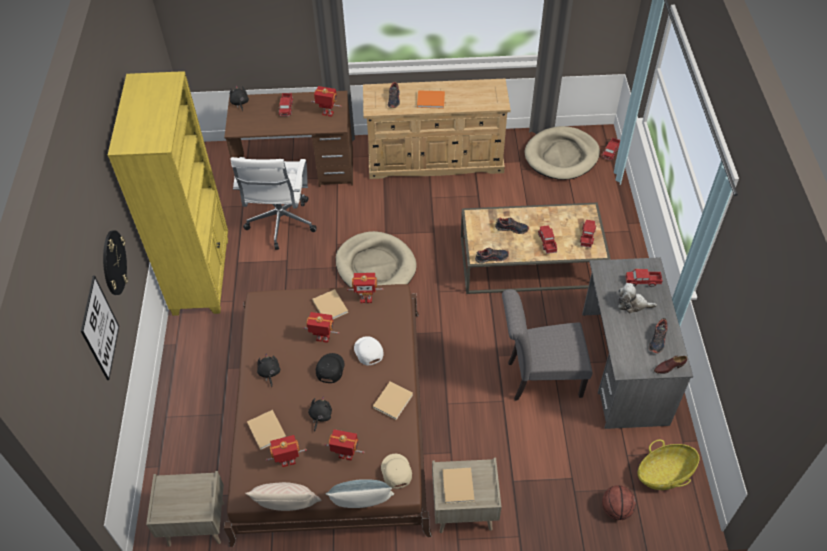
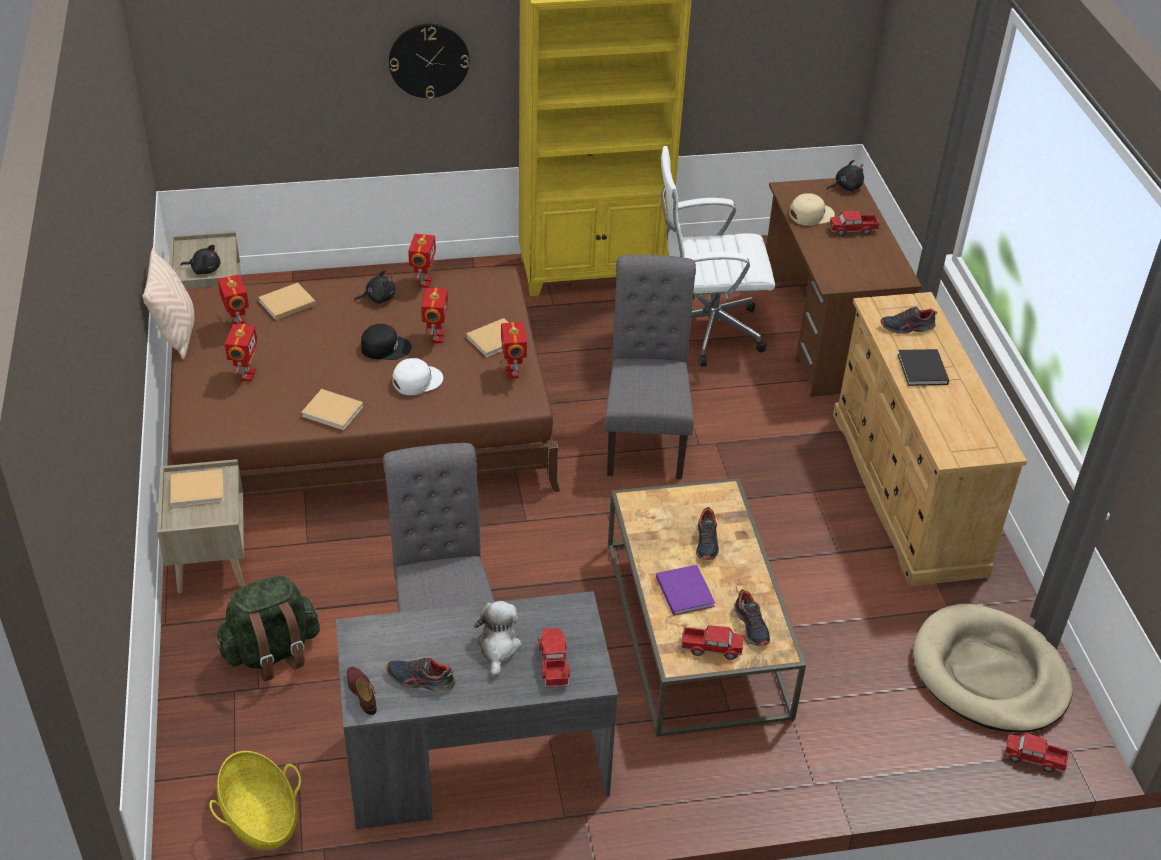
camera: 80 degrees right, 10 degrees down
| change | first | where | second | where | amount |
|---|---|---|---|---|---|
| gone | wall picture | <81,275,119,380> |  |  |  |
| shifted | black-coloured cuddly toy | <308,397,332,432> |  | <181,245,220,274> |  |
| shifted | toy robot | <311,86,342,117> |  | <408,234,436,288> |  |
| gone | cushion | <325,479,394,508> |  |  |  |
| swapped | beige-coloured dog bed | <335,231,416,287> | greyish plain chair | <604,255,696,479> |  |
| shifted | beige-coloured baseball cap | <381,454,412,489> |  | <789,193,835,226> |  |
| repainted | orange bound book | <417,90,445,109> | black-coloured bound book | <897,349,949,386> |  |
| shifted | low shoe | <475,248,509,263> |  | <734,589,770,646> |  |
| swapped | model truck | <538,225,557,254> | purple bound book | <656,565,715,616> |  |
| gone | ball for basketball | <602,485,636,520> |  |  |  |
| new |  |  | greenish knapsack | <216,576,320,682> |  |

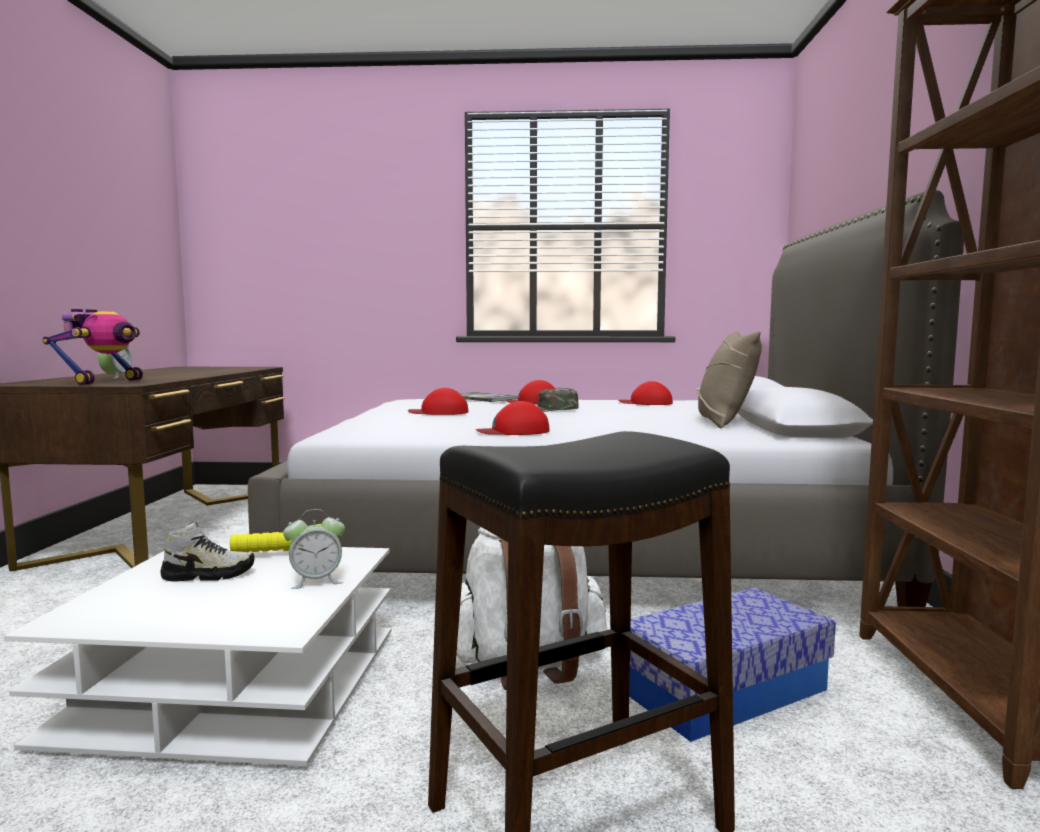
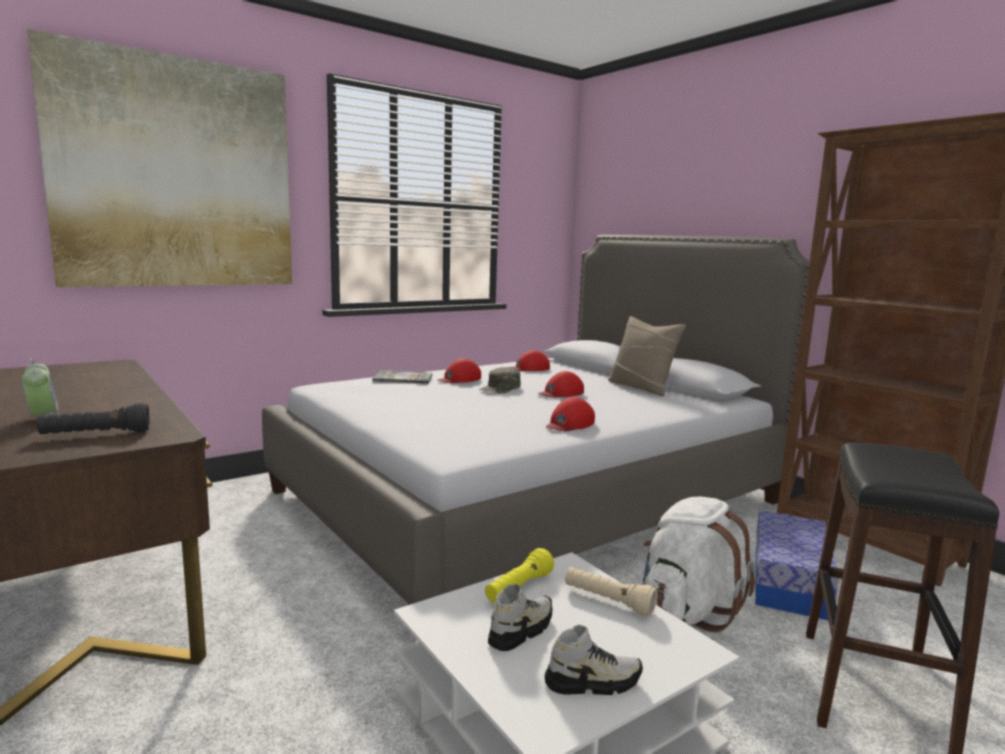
camera: 40 degrees left, 5 degrees up
| change | first | where | second | where | amount |
|---|---|---|---|---|---|
| swapped | toy robot | <43,309,143,385> | black-coloured flashlight | <37,403,150,434> |  |
| swapped | bedside clock | <283,509,345,589> | beige-coloured flashlight | <565,567,658,617> |  |
| shifted | red-coloured baseball cap | <407,388,469,415> |  | <538,371,584,398> |  |
| new |  |  | wall picture | <27,29,292,287> |  |
| new |  |  | low shoe | <544,625,643,695> |  |

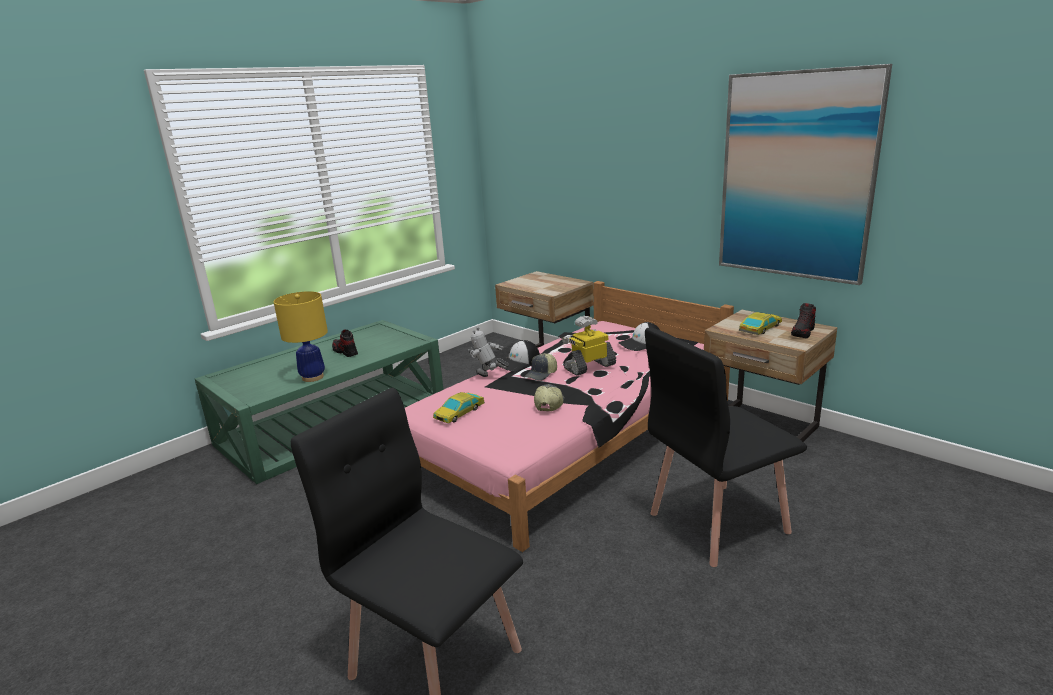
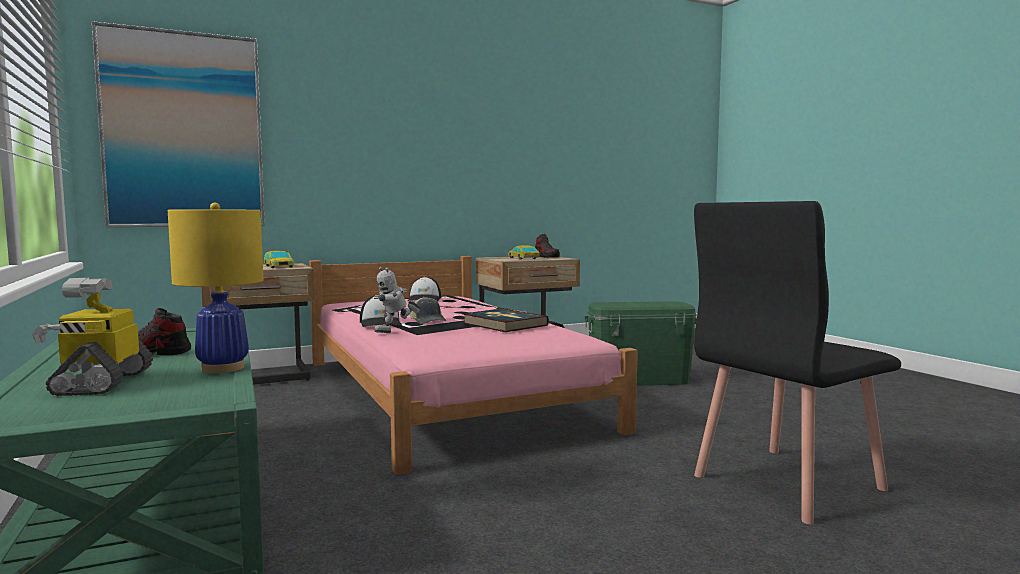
camera: 70 degrees left, 15 degrees down
| change | first | where | second | where | amount |
|---|---|---|---|---|---|
| shifted | model car | <433,392,485,423> |  | <264,251,294,268> |  |
| swapped | baseball cap | <534,384,564,411> | bound book | <462,308,549,332> |  |
| shifted | toy robot | <562,316,616,375> |  | <32,278,153,396> |  |
| swapped | black-coloured plain chair | <645,327,807,567> | greenish storage box | <585,301,697,386> |  |
| shifted | wall picture | <719,64,892,285> |  | <92,21,265,227> |  |

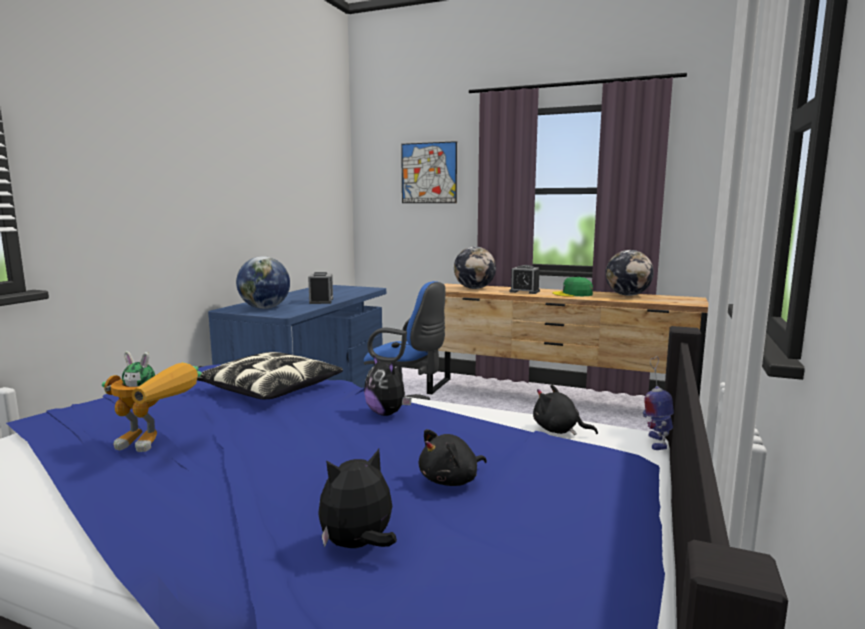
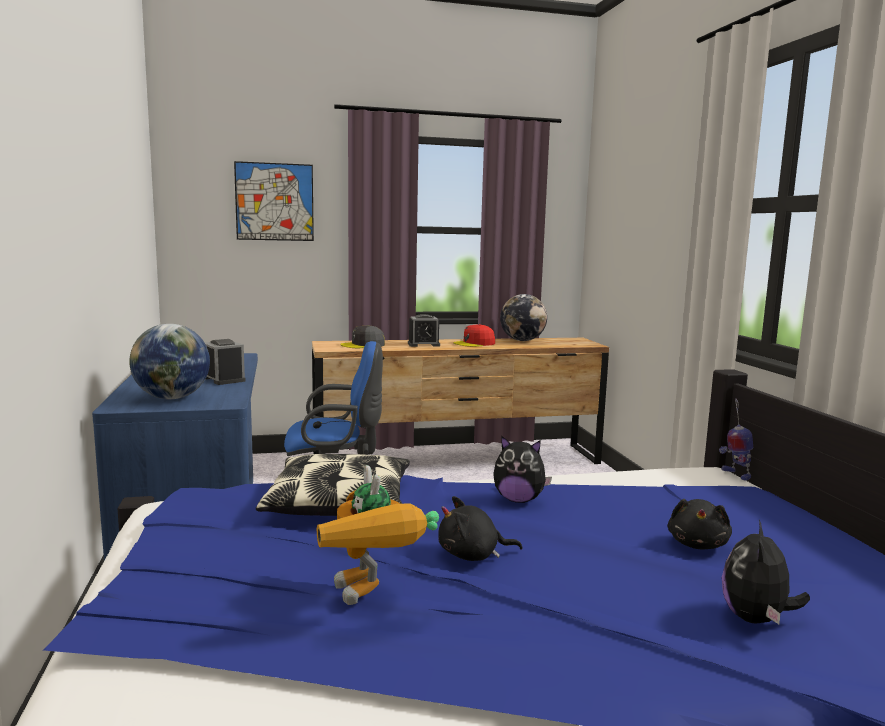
camera: 35 degrees left, 0 degrees up
| change | first | where | second | where | amount |
|---|---|---|---|---|---|
| rotated | toy robot | <102,351,202,452> |  | <317,465,439,605> | 90 degrees clockwise |
| swapped | globe | <454,247,496,289> | greyish baseball cap | <340,325,385,348> |  |
| shifted | black-coloured cuddly toy | <533,385,598,435> |  | <438,496,522,561> |  |
| repainted | greenish baseball cap | <552,277,593,297> | red-coloured baseball cap | <453,324,495,347> |  |

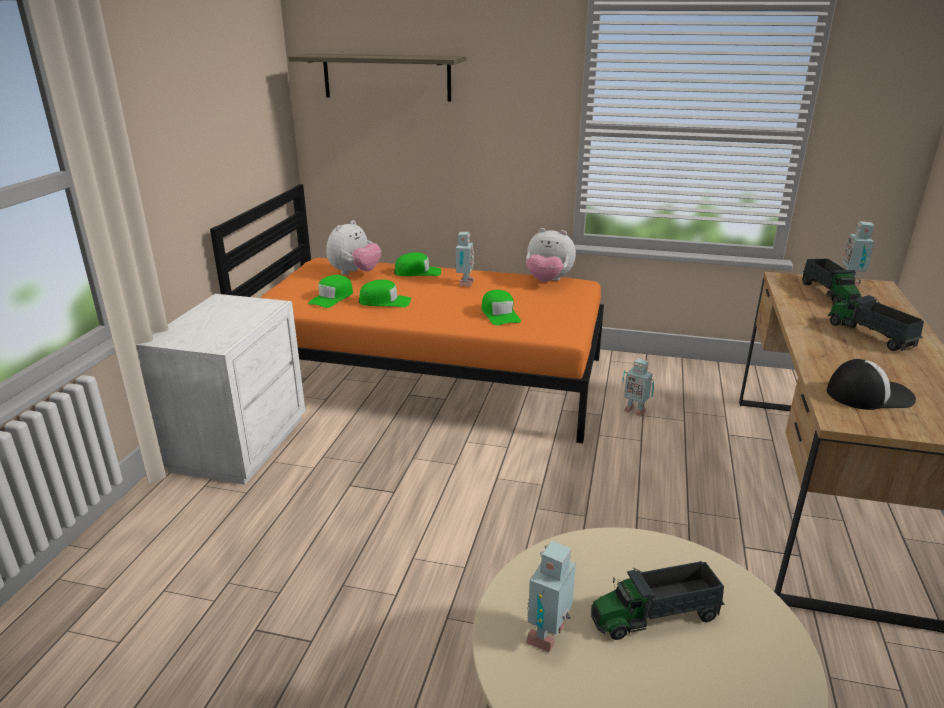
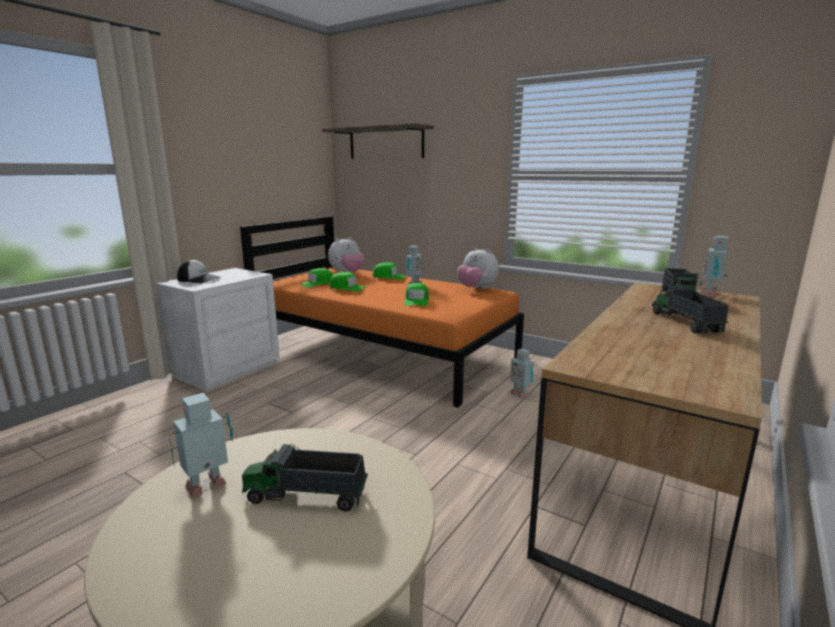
camera: 20 degrees right, 10 degrees down
| change | first | where | second | where | amount |
|---|---|---|---|---|---|
| shifted | baseball cap | <827,359,916,410> |  | <177,259,220,283> |  |

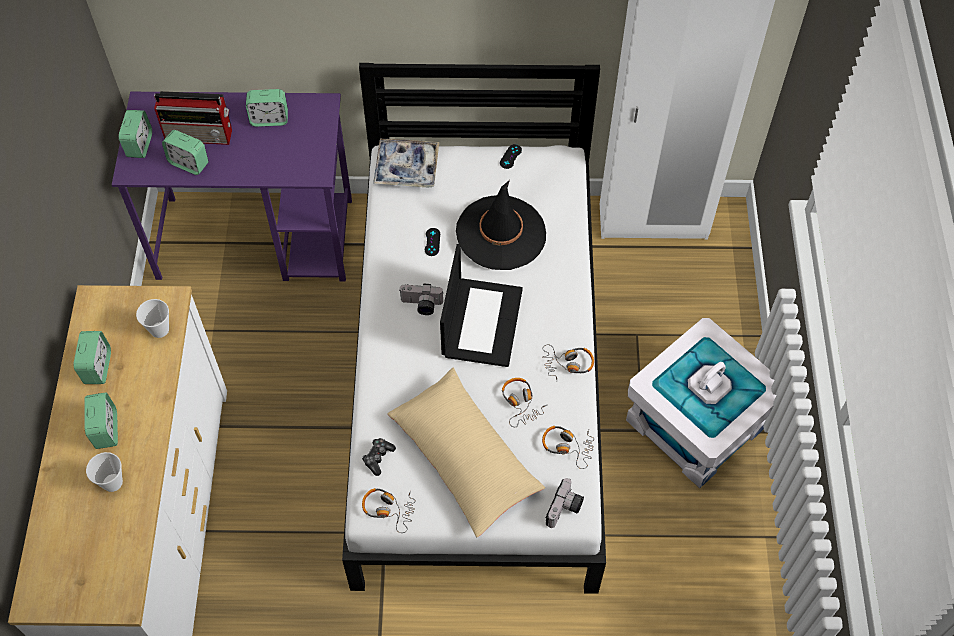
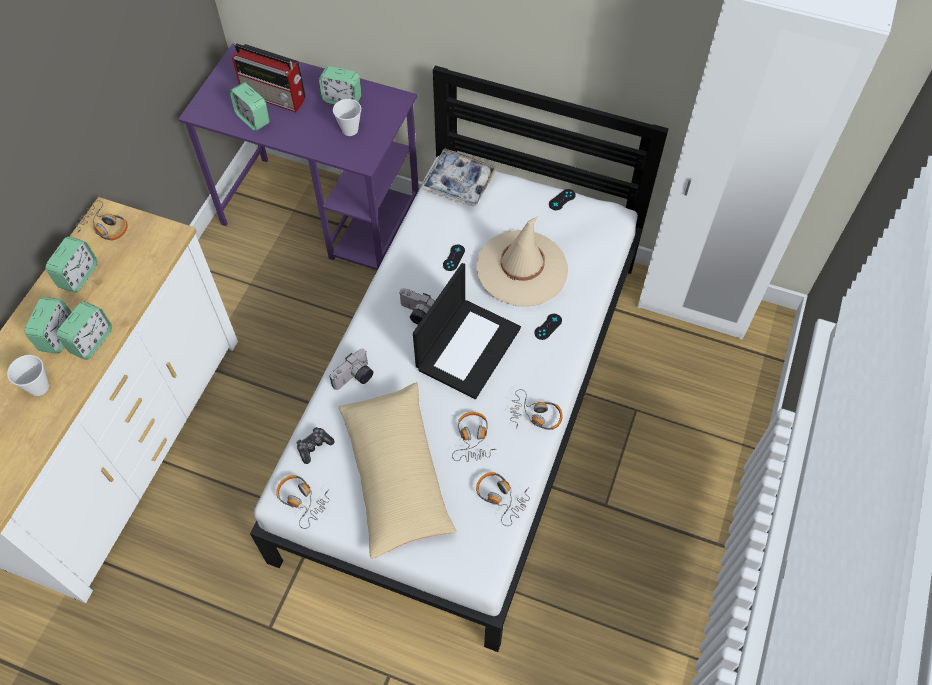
camera: 20 degrees right, 0 degrees up
| change | first | where | second | where | amount |
|---|---|---|---|---|---|
| shifted | bedside clock | <119,110,152,158> |  | <57,302,112,360> |  |
| shifted | cup | <136,299,169,338> |  | <333,99,361,136> |  |
| repainted | black-coloured wearable hat | <456,180,546,270> | beige-coloured wearable hat | <476,217,568,306> |  |
| shifted | still camera | <546,478,584,528> |  | <329,349,373,390> |  |
| gone | whitish storage box | <626,318,776,488> |  |  |  |
| new |  |  | pair of headphones | <76,201,128,241> |  |
| new |  |  | black-coloured joypad | <534,314,562,340> |  |

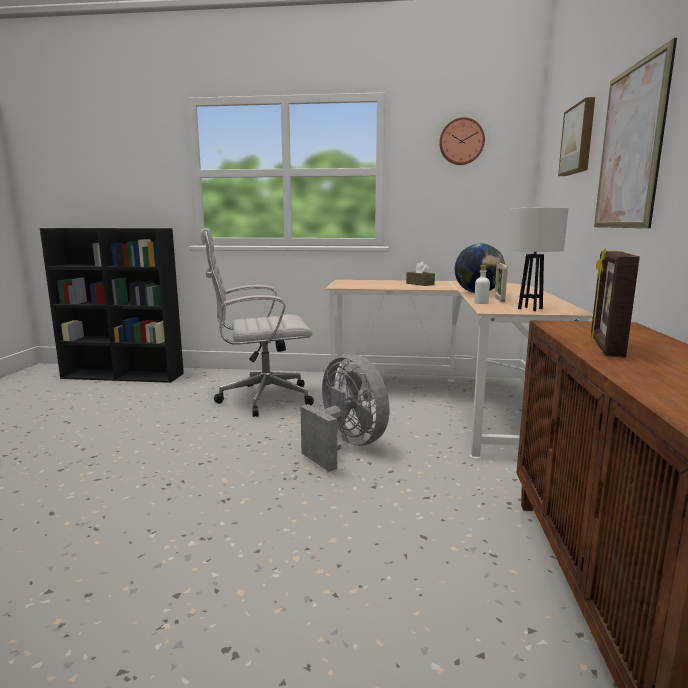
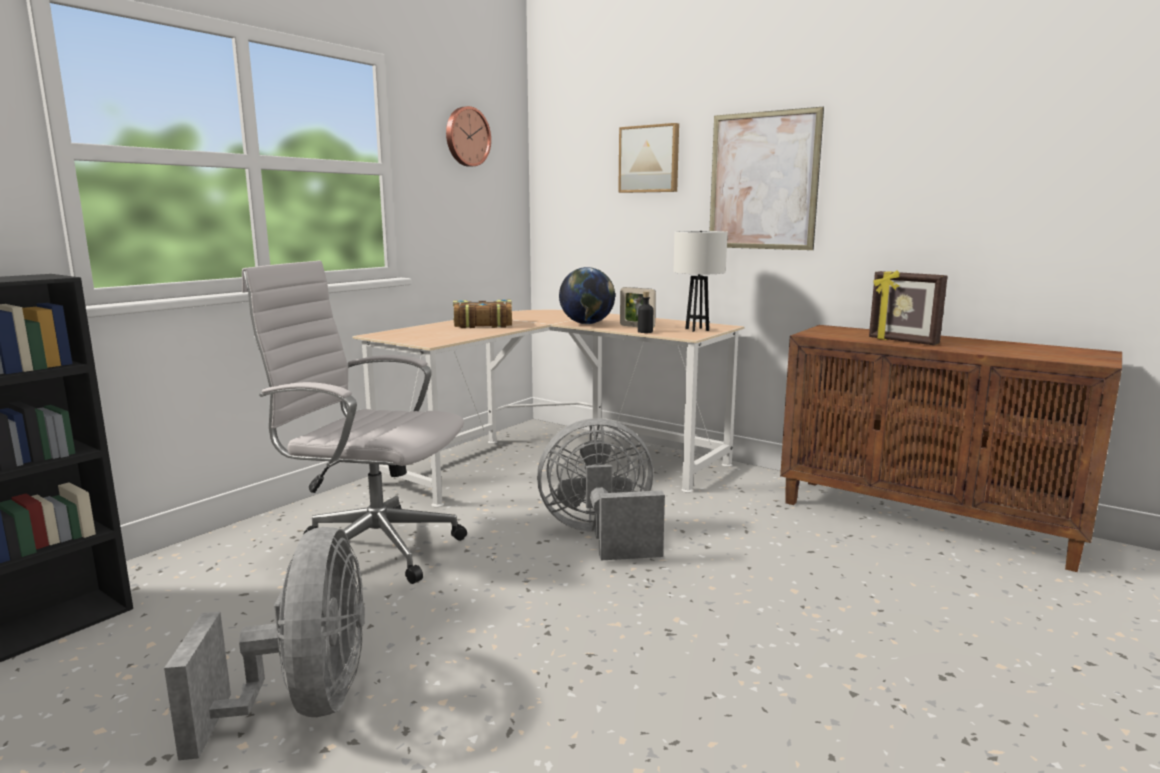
camera: 60 degrees left, 0 degrees up
| change | first | where | second | where | amount |
|---|---|---|---|---|---|
| rotated | whitish desk chair | <201,228,314,417> |  | <242,261,467,584> | 90 degrees clockwise |
| swapped | brownish tissue box | <406,262,435,286> | bound book | <453,300,512,328> |  |
| repainted | whitish drink bottle | <474,265,490,304> | black-coloured drink bottle | <638,291,653,333> |  |
| new |  |  | greyish cooling fan | <164,527,365,760> |  |

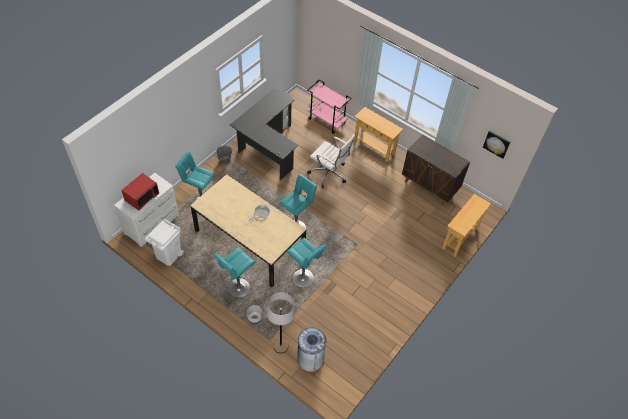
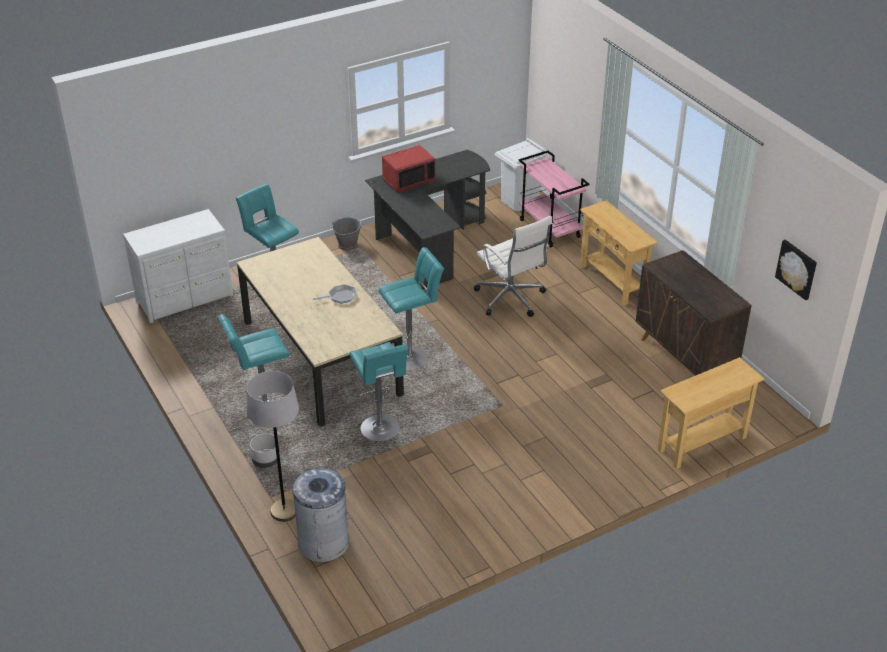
camera: 25 degrees right, 15 degrees down
| change | first | where | second | where | amount |
|---|---|---|---|---|---|
| shifted | red-coloured kitchen microwave | <121,173,159,211> |  | <382,145,436,193> |  |
| shifted | whitish waste bin | <145,219,184,266> |  | <495,138,547,211> |  |

